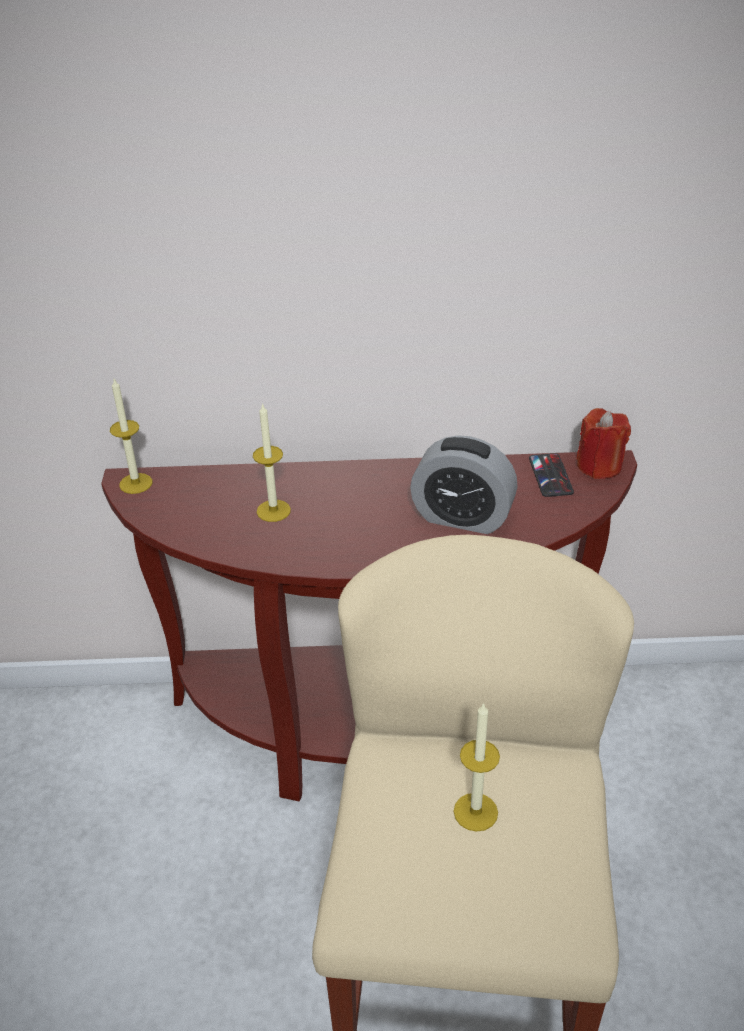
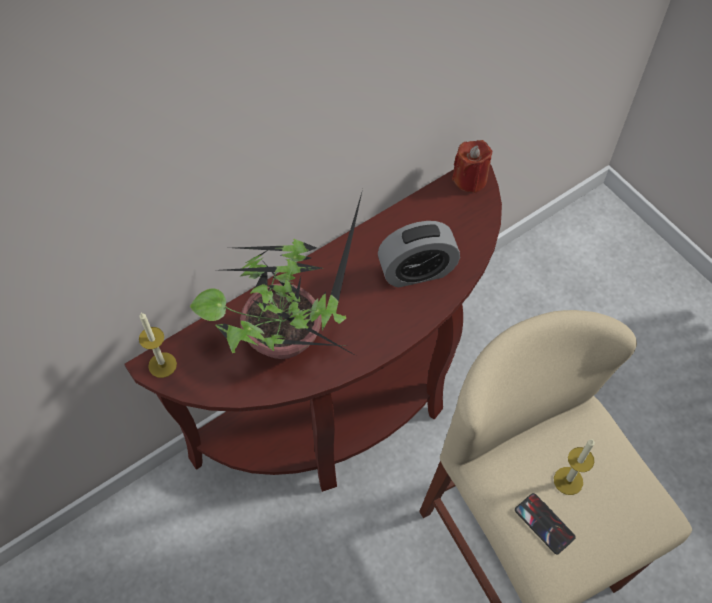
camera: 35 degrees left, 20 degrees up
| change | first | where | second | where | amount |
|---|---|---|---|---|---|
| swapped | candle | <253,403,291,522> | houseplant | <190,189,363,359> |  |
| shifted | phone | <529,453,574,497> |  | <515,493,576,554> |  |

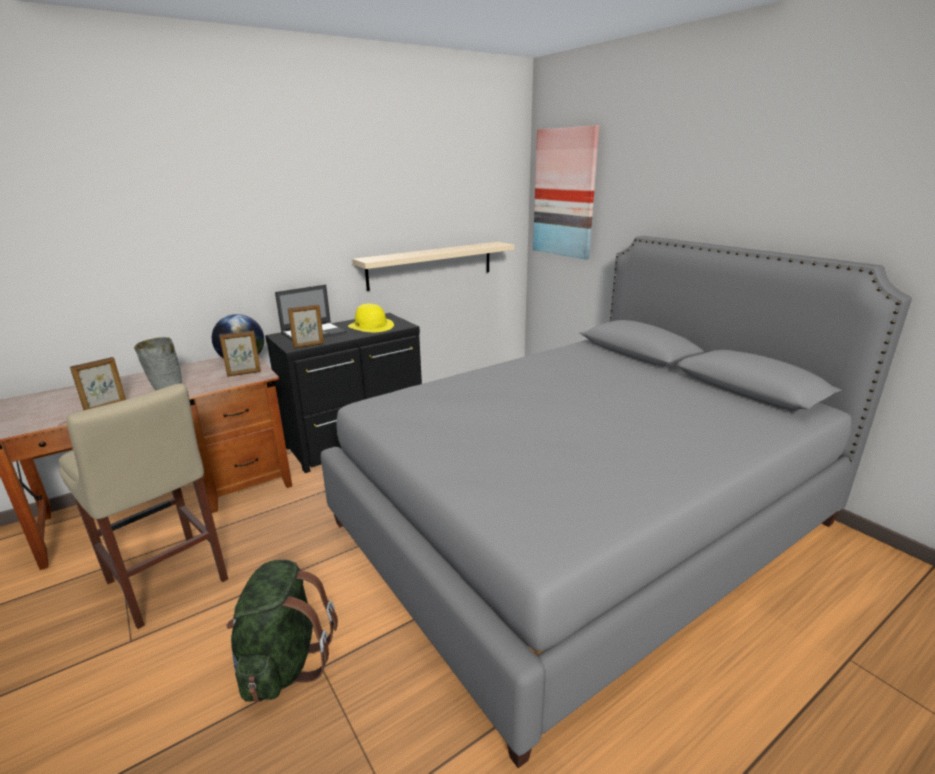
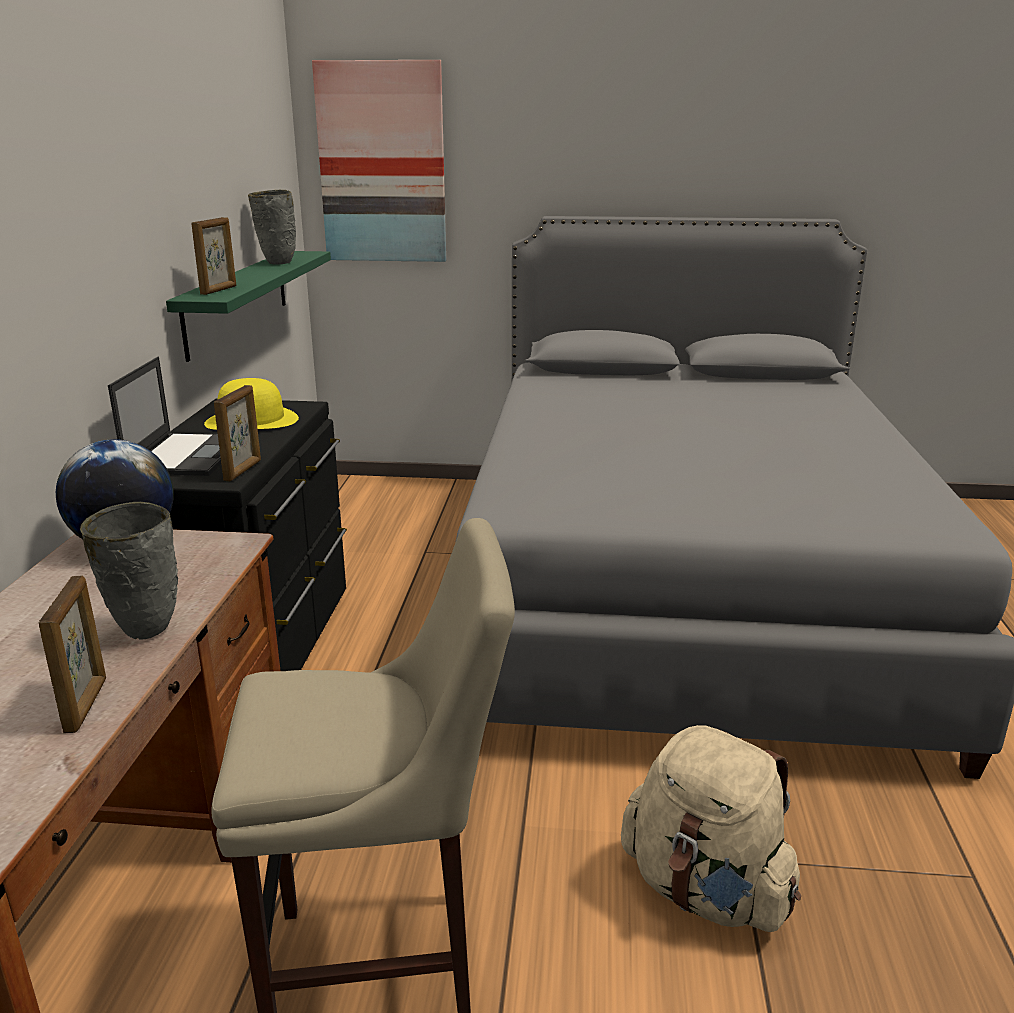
camera: 50 degrees left, 0 degrees up
| change | first | where | second | where | amount |
|---|---|---|---|---|---|
| shifted | standing frame | <219,331,261,377> |  | <192,217,236,295> |  |
| repainted | greenish knapsack | <226,559,338,702> | beige-coloured knapsack | <621,725,801,932> |  |
| repainted | beige-coloured shelf | <352,242,514,291> | greenish shelf | <166,251,331,362> |  |
| new |  |  | greyish vase | <248,190,296,264> |  |

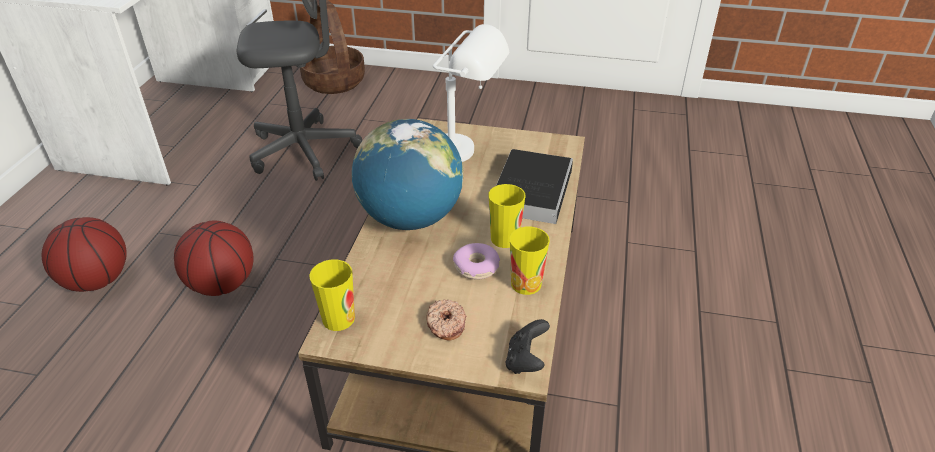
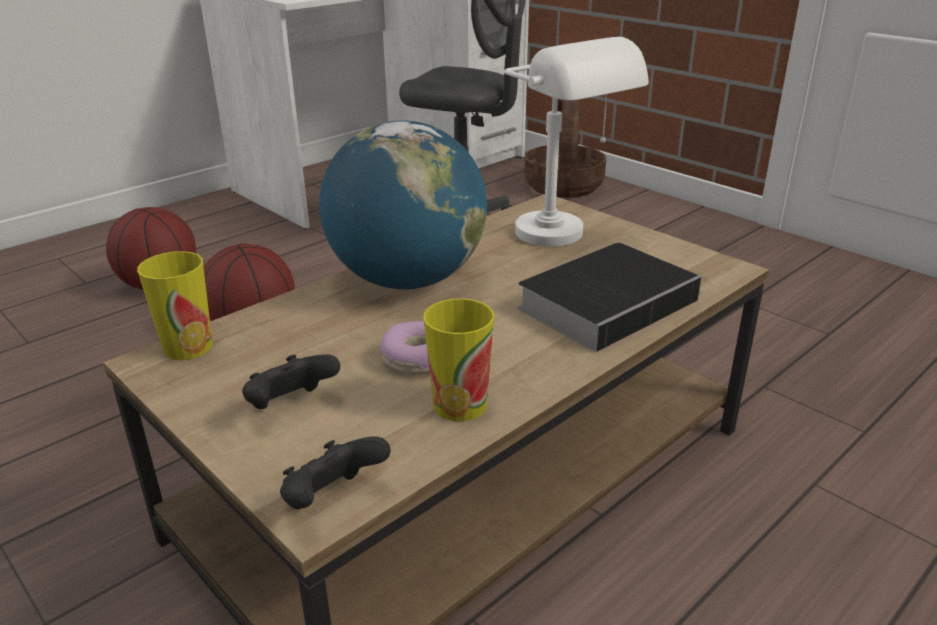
camera: 35 degrees right, 10 degrees down
| change | first | where | second | where | amount |
|---|---|---|---|---|---|
| swapped | donut | <426,299,467,340> | black-coloured joypad | <242,354,340,409> |  |
| gone | cup | <488,184,525,248> |  |  |  |

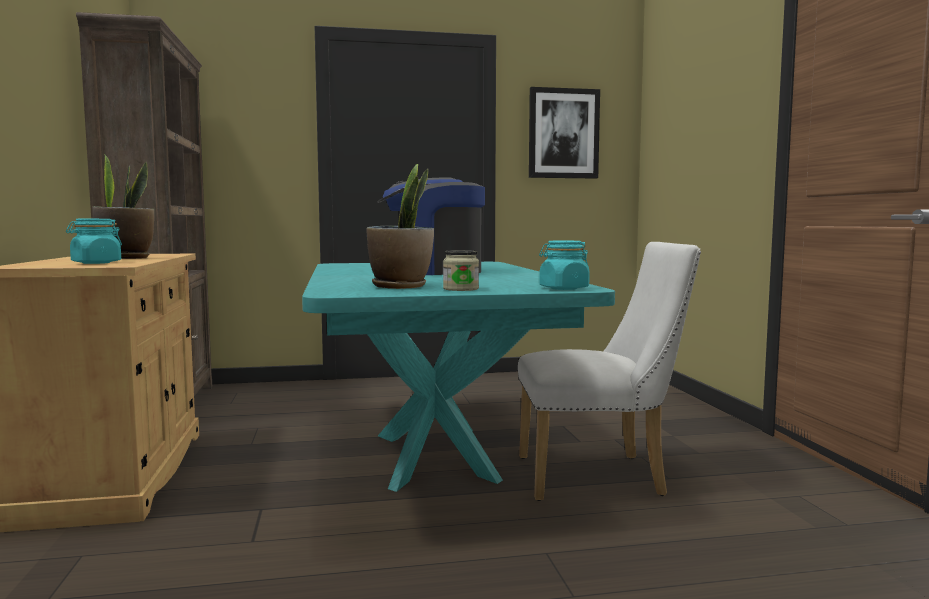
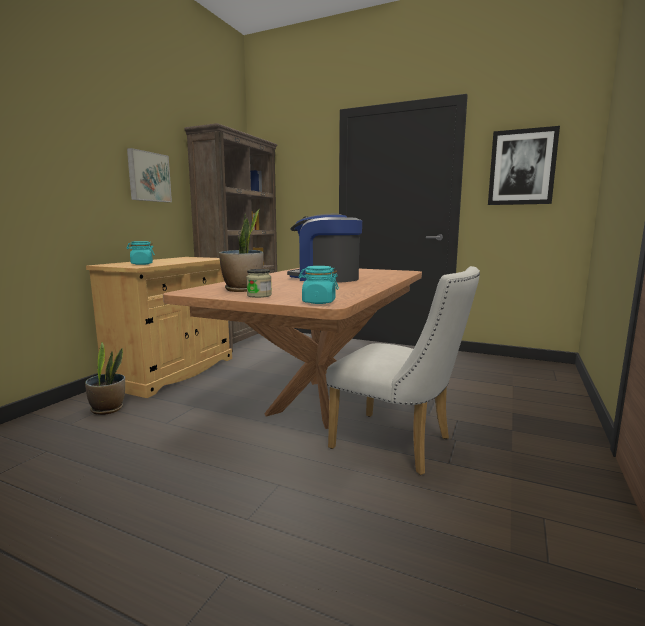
camera: 35 degrees right, 5 degrees up
| change | first | where | second | where | amount |
|---|---|---|---|---|---|
| shifted | houseplant | <92,154,154,259> |  | <85,342,125,415> |  |
| repainted | blue-green dinner table | <302,262,615,492> | brownish dinner table | <163,268,422,429> |  |
| new |  |  | wall picture | <127,148,172,202> |  |

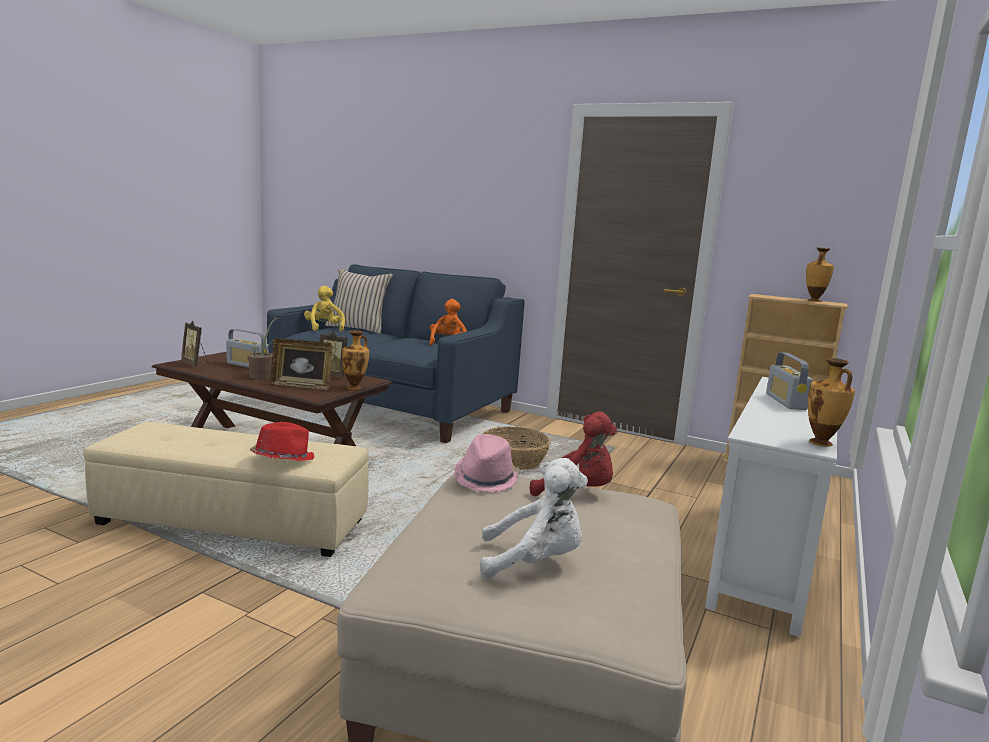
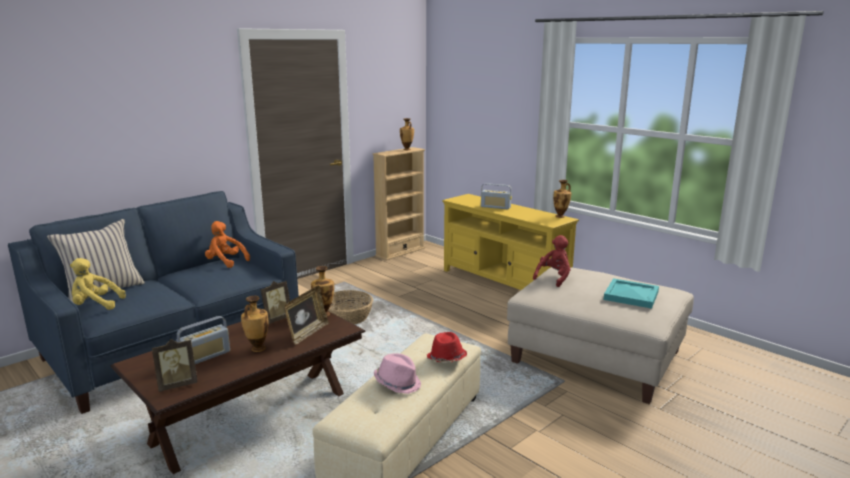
camera: 70 degrees left, 5 degrees up
| change | first | where | second | where | amount |
|---|---|---|---|---|---|
| swapped | houseplant | <247,318,281,379> | vase | <241,296,268,352> |  |
| shifted | pinkish wearable hat | <454,434,520,493> |  | <374,353,421,394> |  |
| swapped | whitish cuddly toy | <480,458,588,579> | blue-green carrying tray | <603,278,659,309> |  |
| repainted | whitish tv unit | <705,377,837,637> | yellow-coloured tv unit | <442,194,579,290> |  |

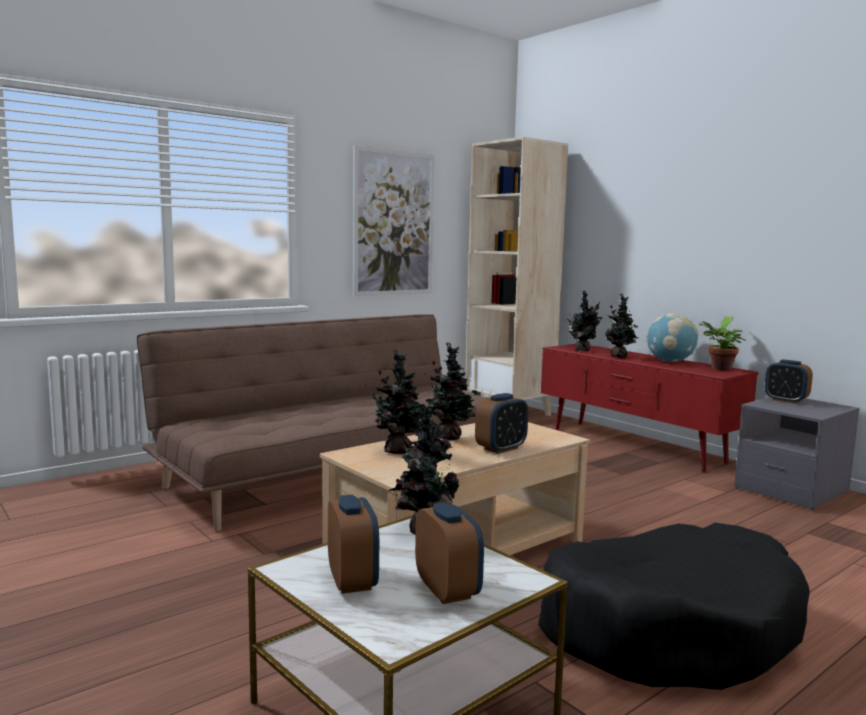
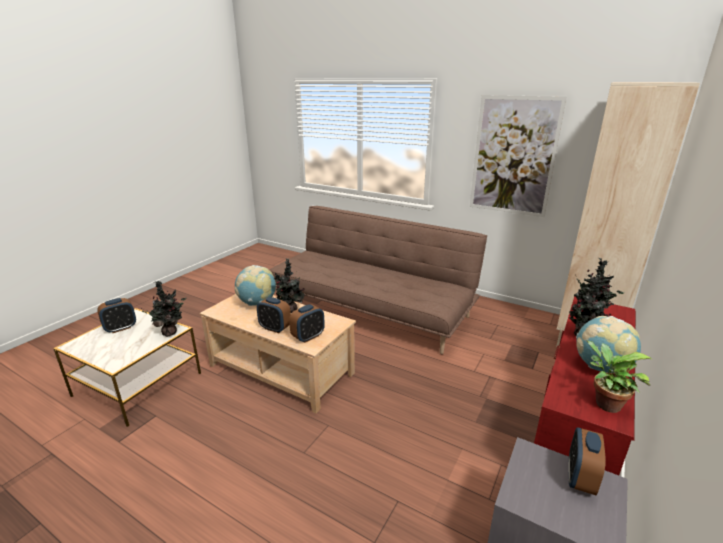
camera: 70 degrees right, 15 degrees up
| change | first | where | second | where | amount |
|---|---|---|---|---|---|
| swapped | houseplant | <365,349,437,454> | globe | <235,265,276,306> |  |
| shifted | bedside clock | <415,502,484,604> |  | <289,304,325,343> |  |
| gone | black-coloured dog bed | <538,523,810,690> |  |  |  |

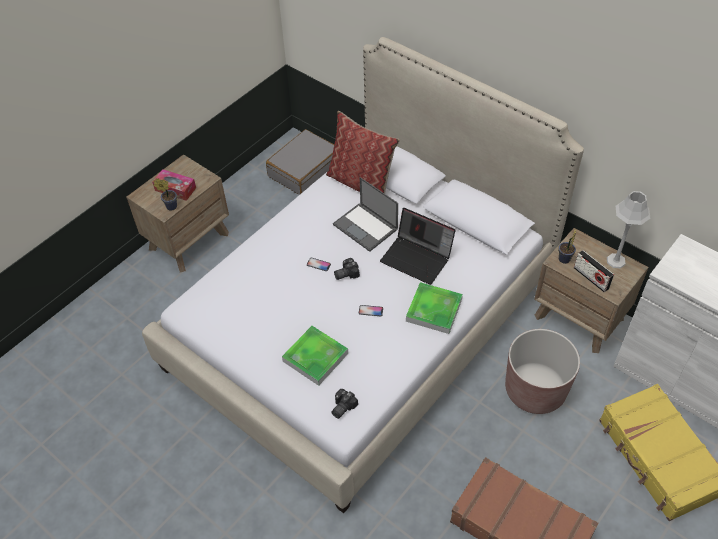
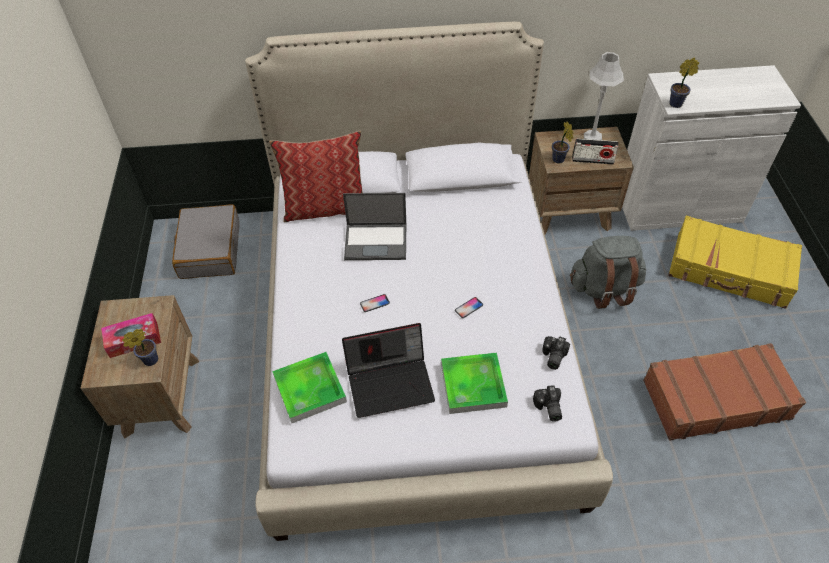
camera: 45 degrees left, 0 degrees up
| change | first | where | second | where | amount |
|---|---|---|---|---|---|
| shifted | still camera | <334,258,360,280> |  | <542,336,570,370> |  |
| shifted | notebook computer | <380,208,455,285> |  | <342,323,435,418> |  |
| shifted | carrying tray | <406,282,463,334> |  | <272,352,347,423> |  |
| swapped | brownish flower pot | <505,329,580,414> | greyish knapsack | <570,236,646,309> |  |
| new |  |  | houseplant | <669,58,699,108> |  |

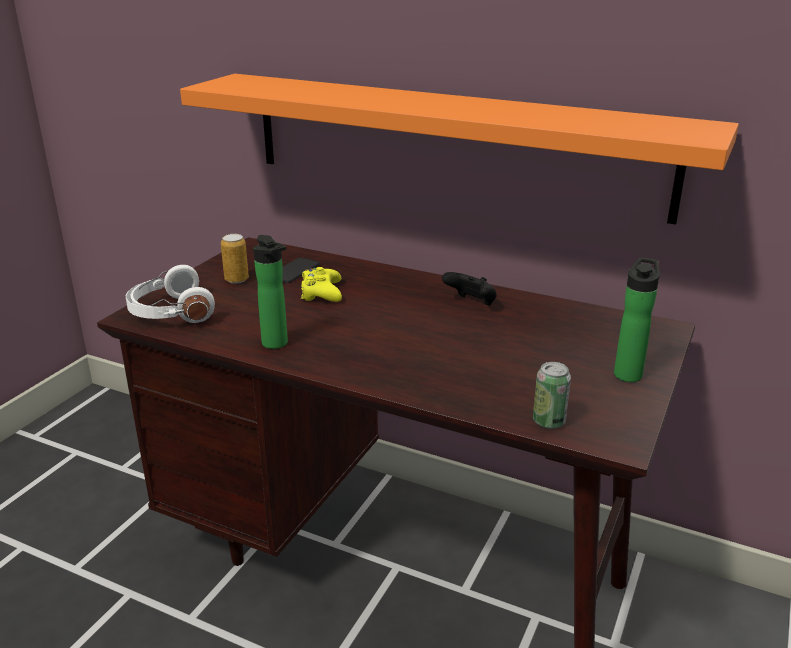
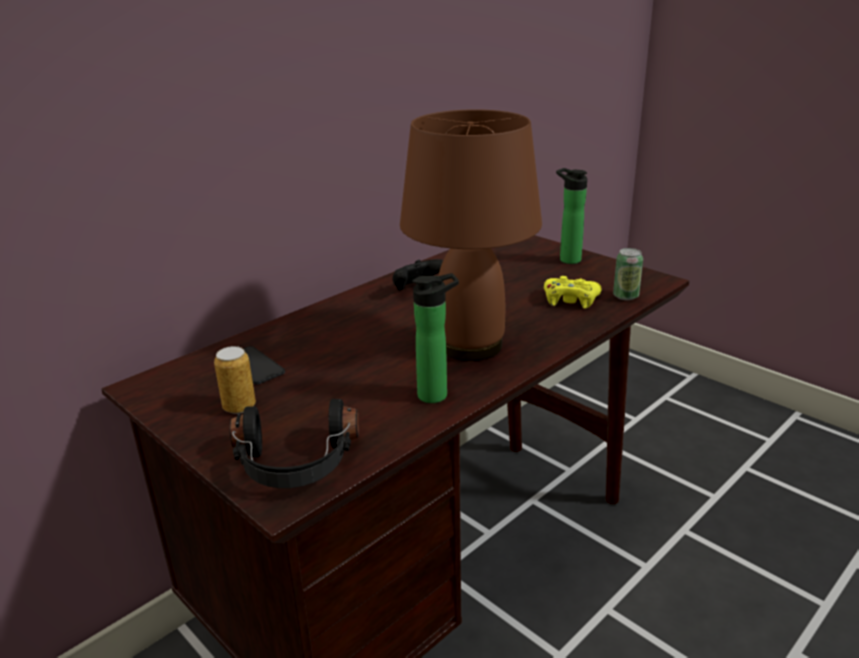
camera: 70 degrees left, 0 degrees up
| change | first | where | second | where | amount |
|---|---|---|---|---|---|
| repainted | whitish pair of headphones | <126,265,215,323> | black-coloured pair of headphones | <230,399,359,488> |  |
| gone | orange shelf | <180,74,739,225> |  |  |  |
| shifted | yellow-coloured joypad | <301,267,342,302> |  | <544,276,601,309> |  |
| new |  |  | brownish table lamp | <400,109,542,361> |  |

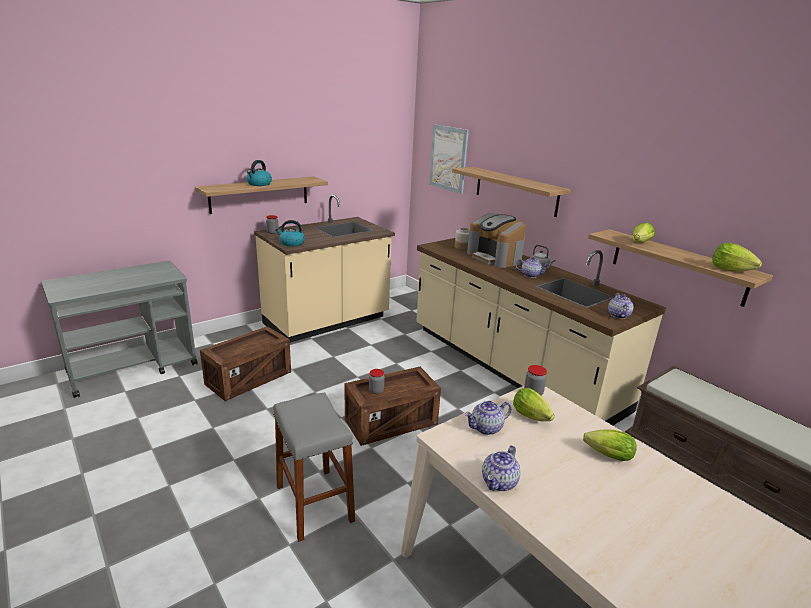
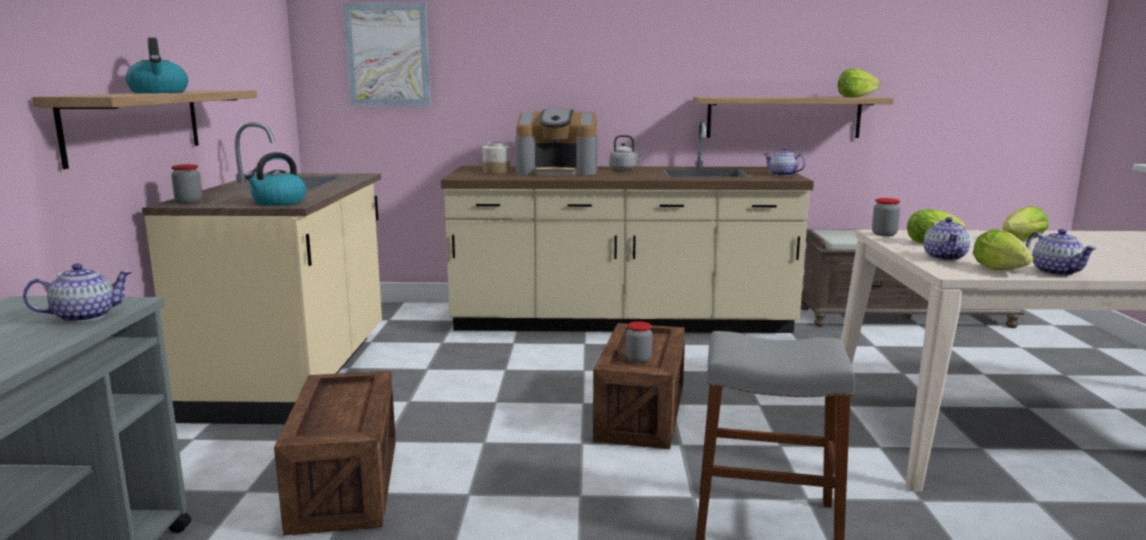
camera: 50 degrees left, 10 degrees down
| change | first | where | second | where | amount |
|---|---|---|---|---|---|
| gone | shelf | <452,167,571,217> |  |  |  |
| shifted | tea pot | <515,257,550,278> |  | <23,263,132,323> |  |
| shifted | lettuce | <632,222,655,243> |  | <973,229,1033,270> |  |

